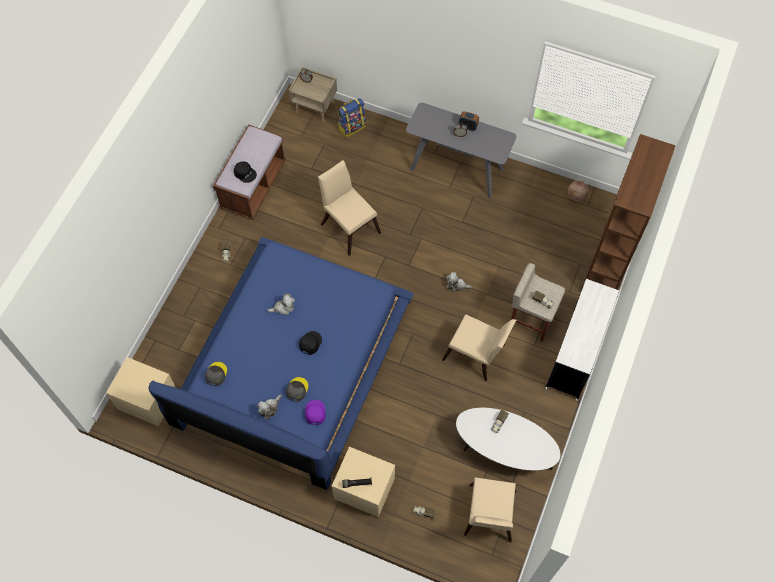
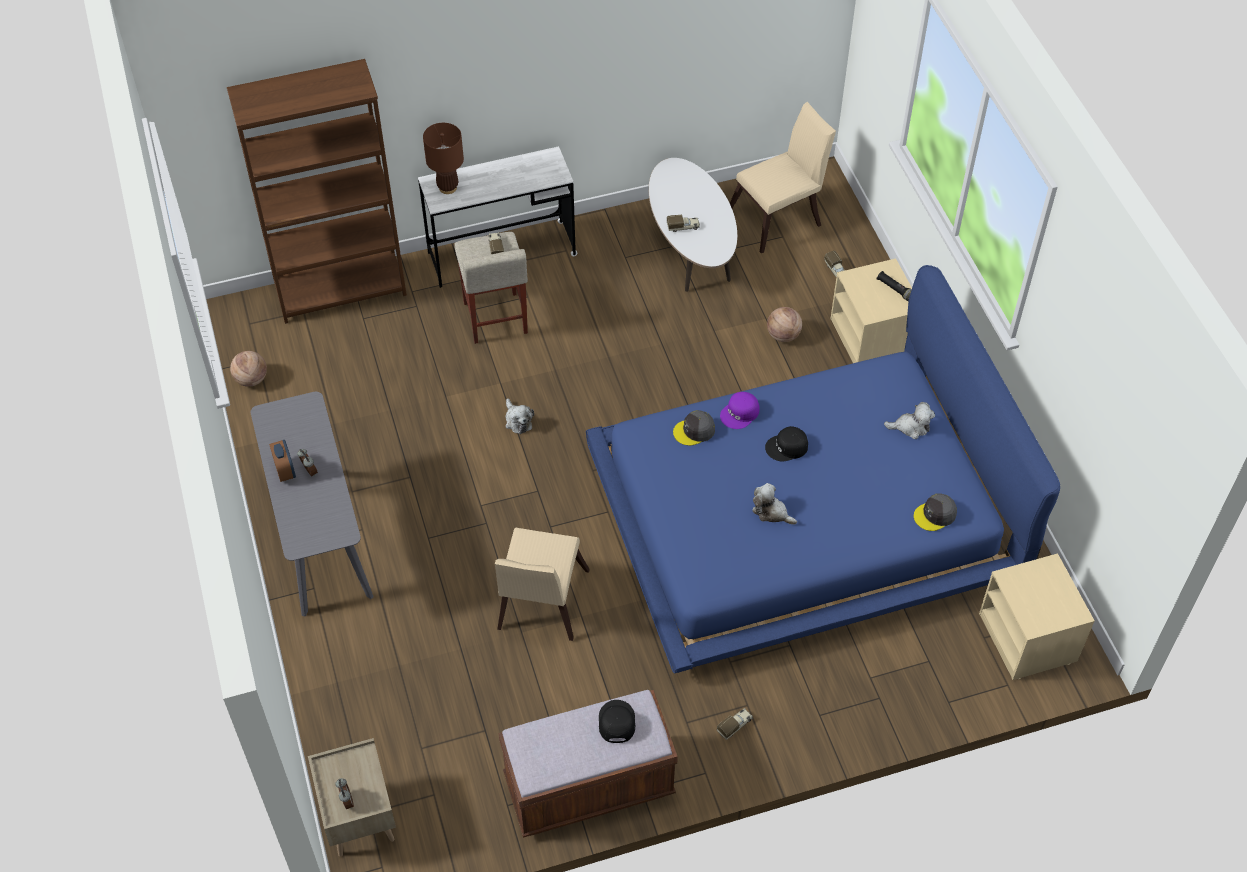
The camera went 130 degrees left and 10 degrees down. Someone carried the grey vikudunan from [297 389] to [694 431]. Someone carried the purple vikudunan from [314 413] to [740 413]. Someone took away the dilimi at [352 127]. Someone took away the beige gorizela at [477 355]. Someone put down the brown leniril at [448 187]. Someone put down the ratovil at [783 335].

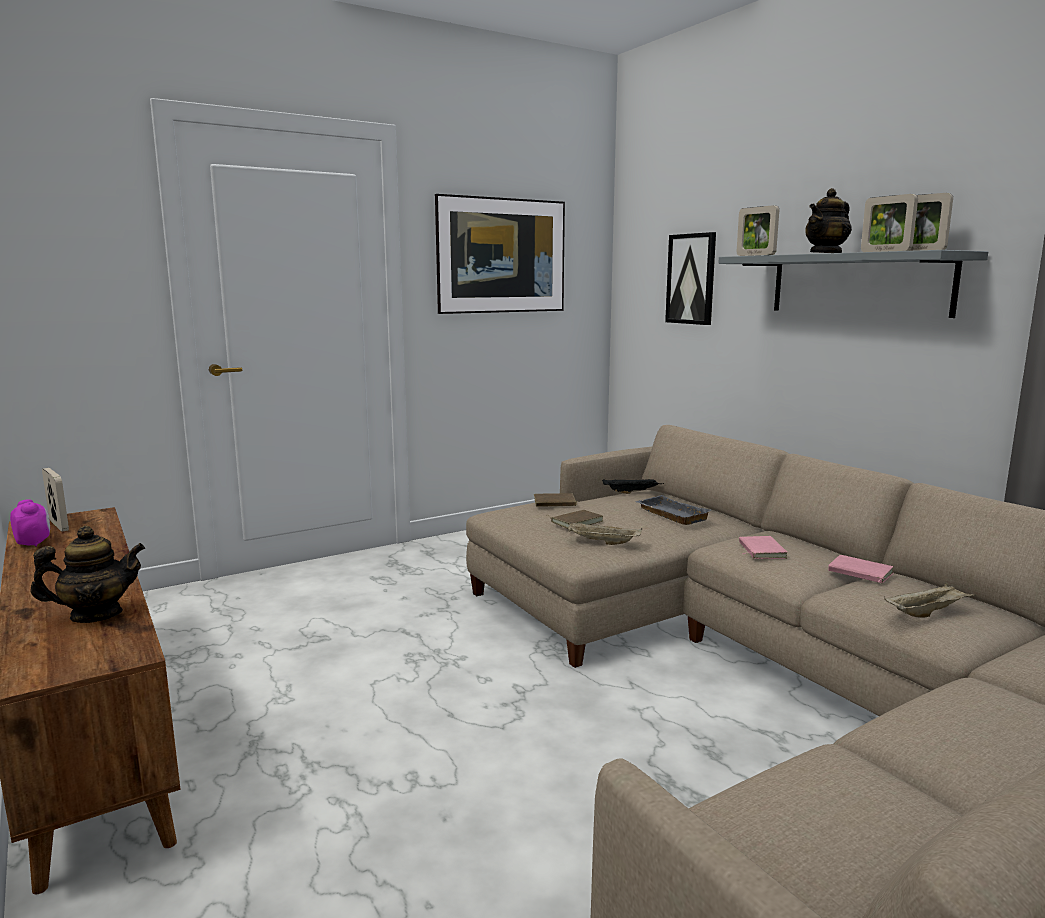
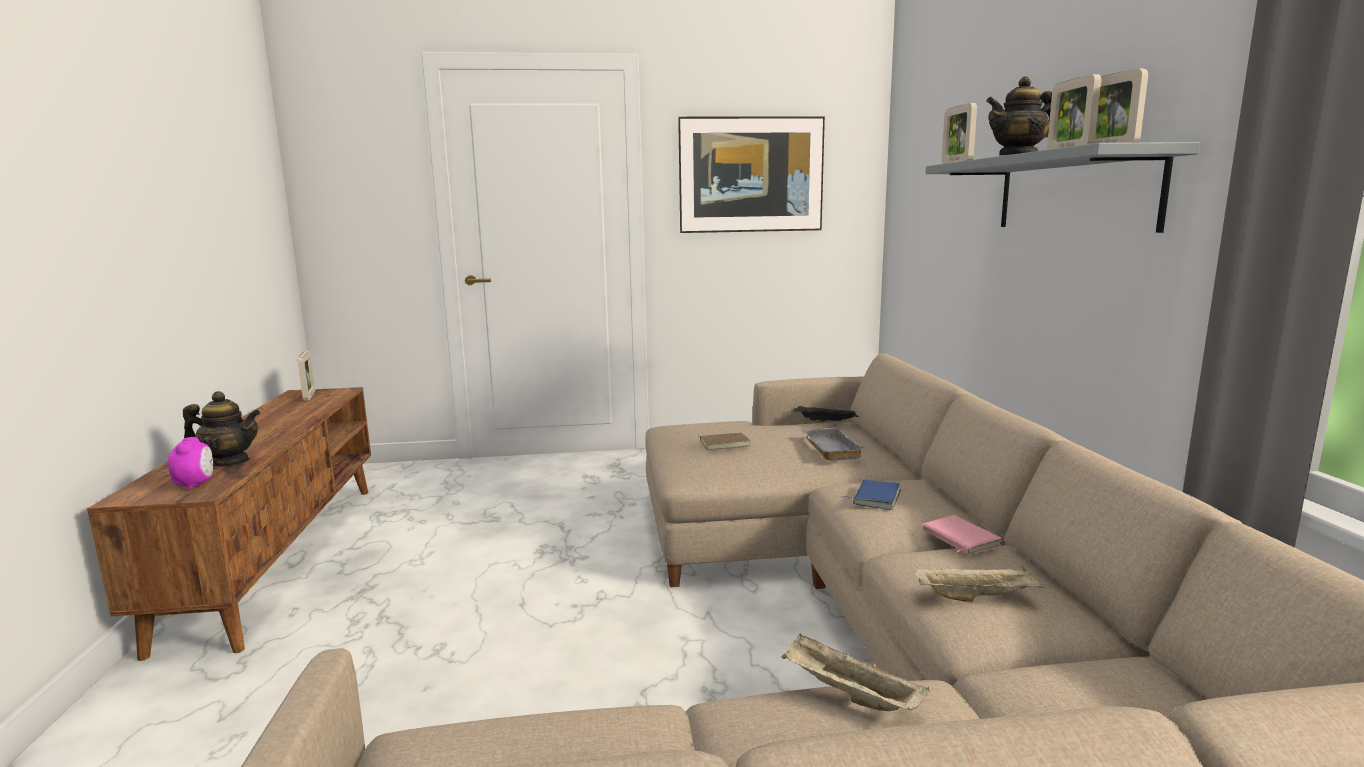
The camera went 25 degrees right and 0 degrees up. Someone carried the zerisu from [34 543] to [195 485]. Someone took away the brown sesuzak at [554 503]. Someone carried the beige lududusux from [602 543] to [847 694]. Someone took away the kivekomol at [691 279]. Someone repainted the pink sesuzak at [760 550], which became the blue sesuzak at [874 497].

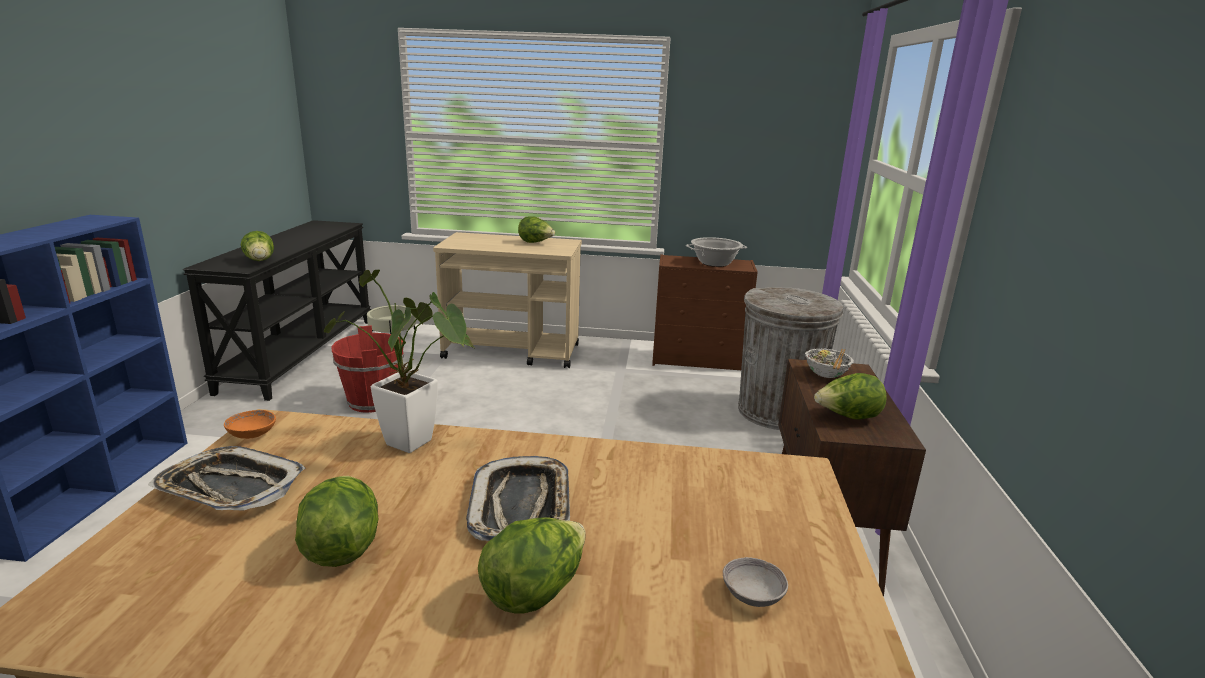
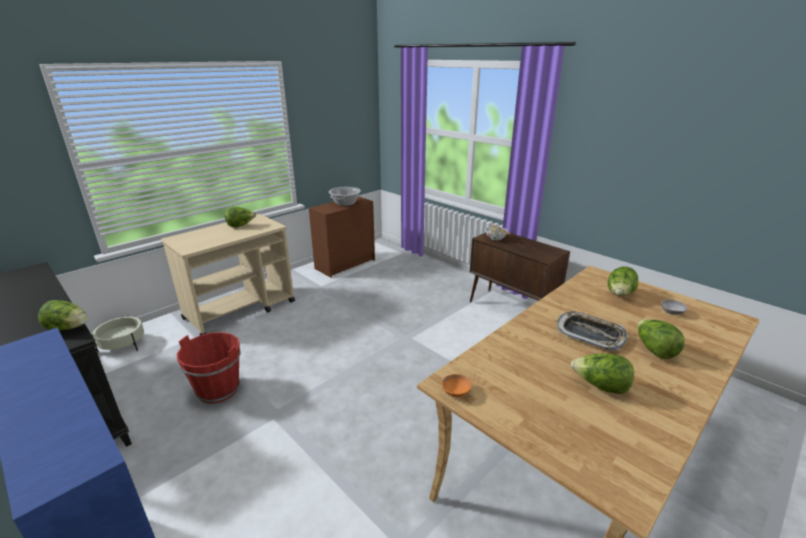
The camera went 50 degrees left and 5 degrees up. Someone took away the lududusux at [230 488]. Someone took away the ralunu at [416 446]. Someone took away the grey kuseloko at [777 412]. Someone carried the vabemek from [847 417] to [619 295].

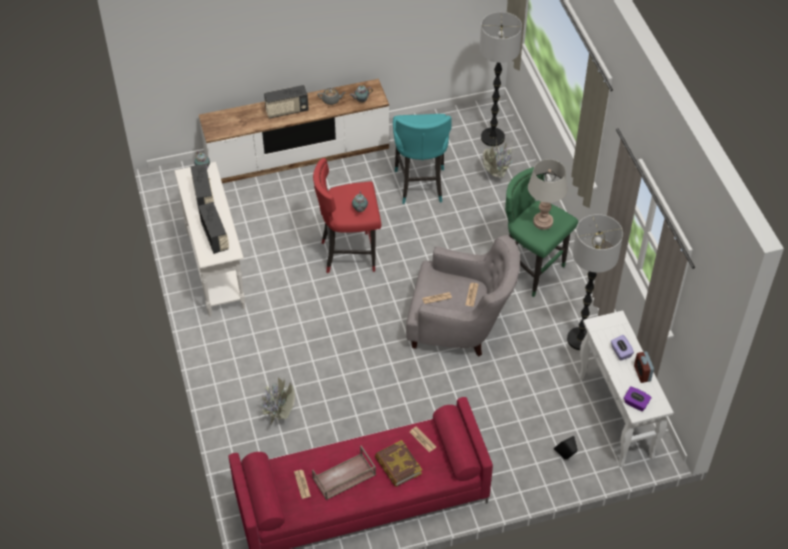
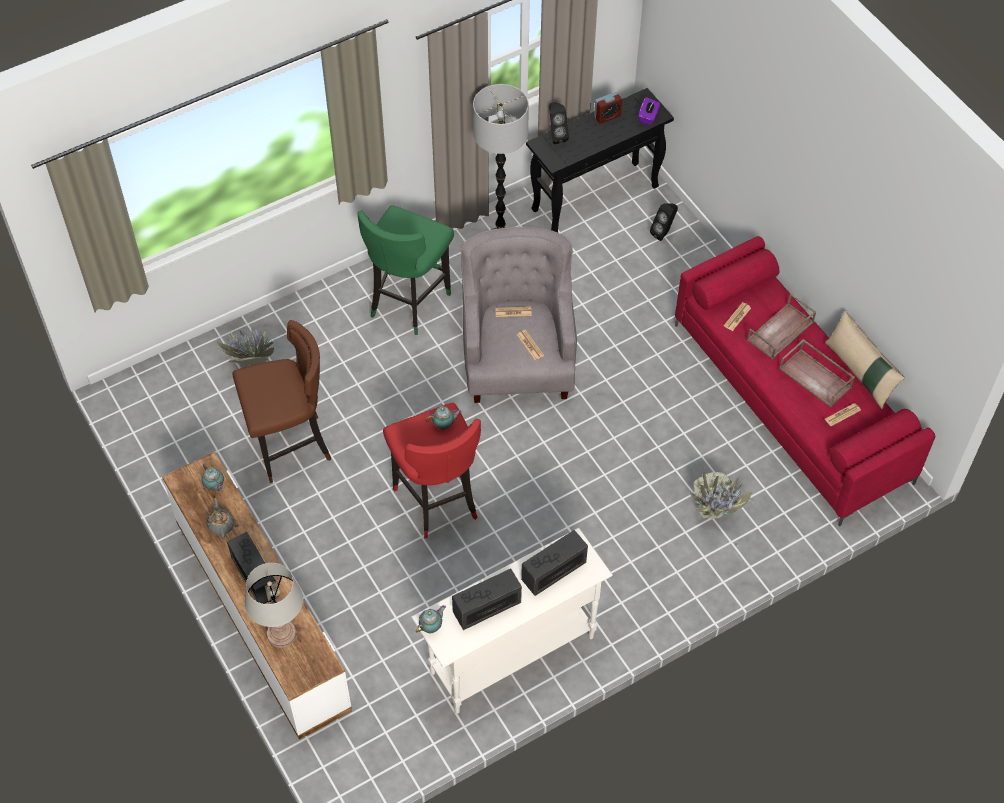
The camera went 105 degrees left and 5 degrees up. Someone swapped the sesuzak at [398 466] for the brown lududusux at [780 332]. Someone repainted the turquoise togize at [420 185], which became the brown togize at [290 447]. Someone took away the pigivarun at [492 137]. Someone carried the grey leniril from [543 222] to [282 634]. Someone repainted the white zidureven at [616 417], which became the black zidureven at [596 198]. Someone took away the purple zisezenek at [620 352]. Someone put down the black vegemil at [556 136]. Someone put down the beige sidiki at [860 373].

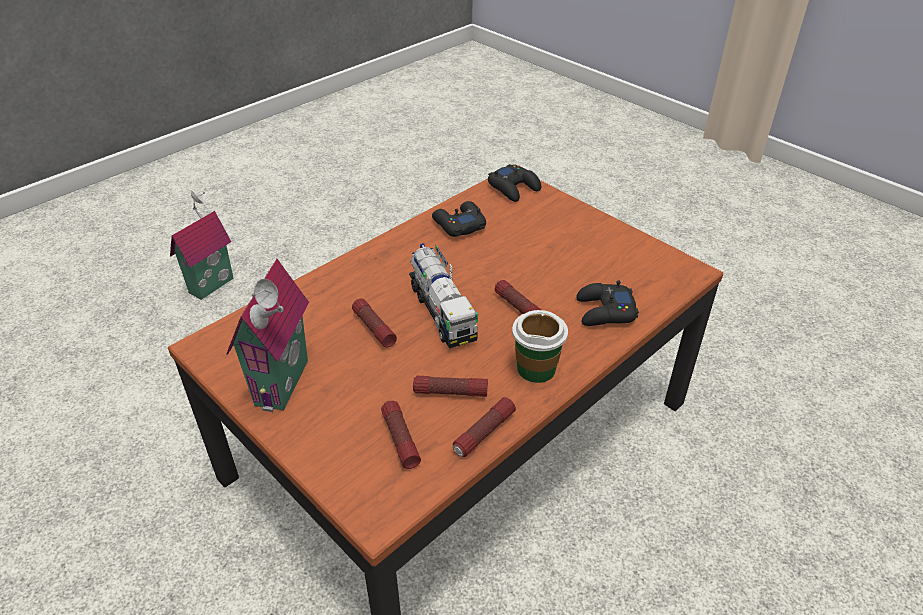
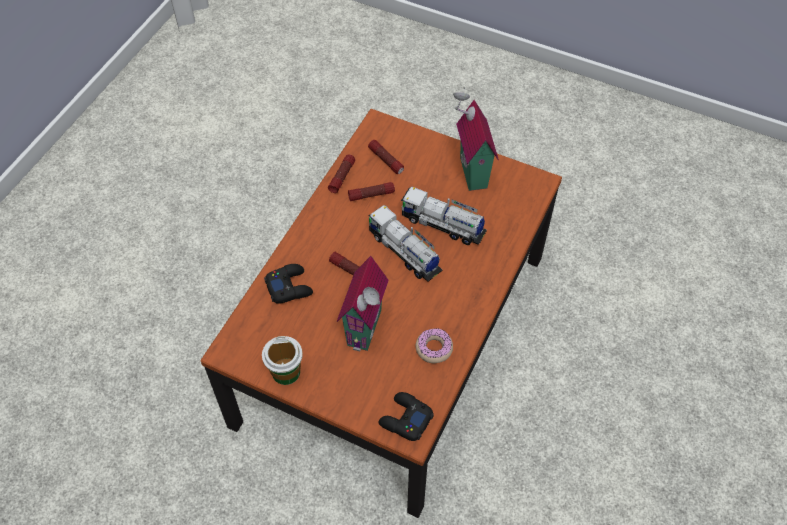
The camera went 160 degrees right and 15 degrees up. Someone carried the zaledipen from [209 284] to [367 329]. Someone swapped the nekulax at [373 328] for the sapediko at [443 225]. Someone swapped the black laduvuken at [458 224] for the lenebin at [434 348]. Someone carried the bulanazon from [536 368] to [286 372].

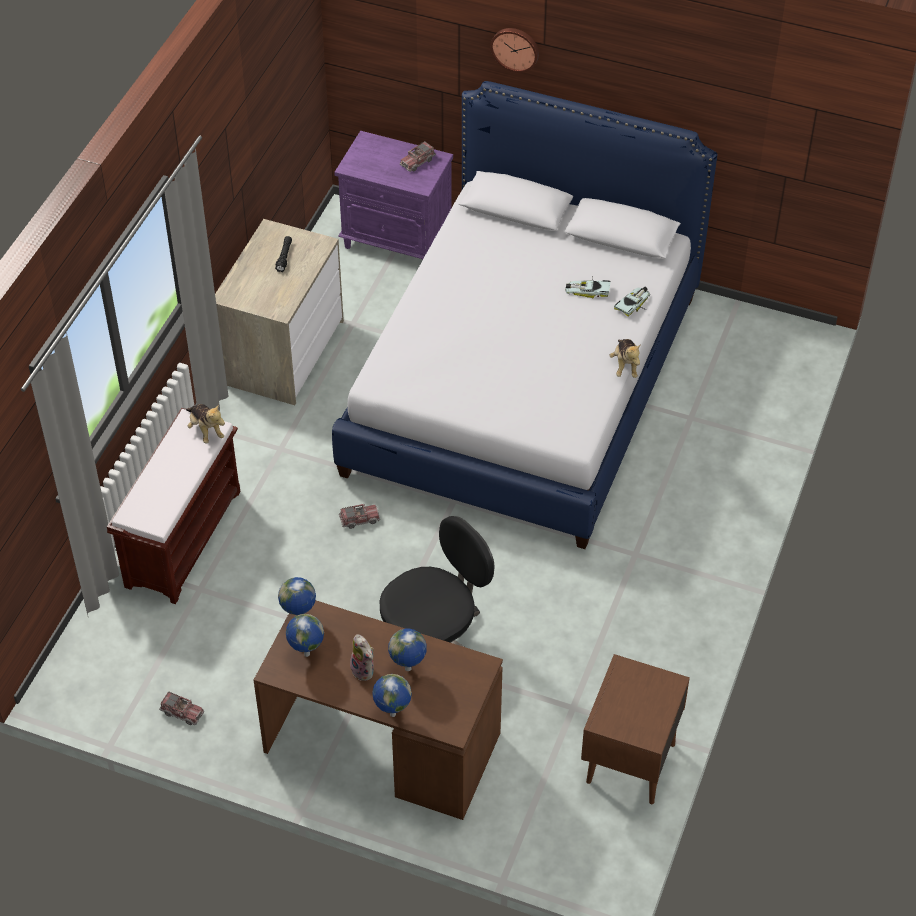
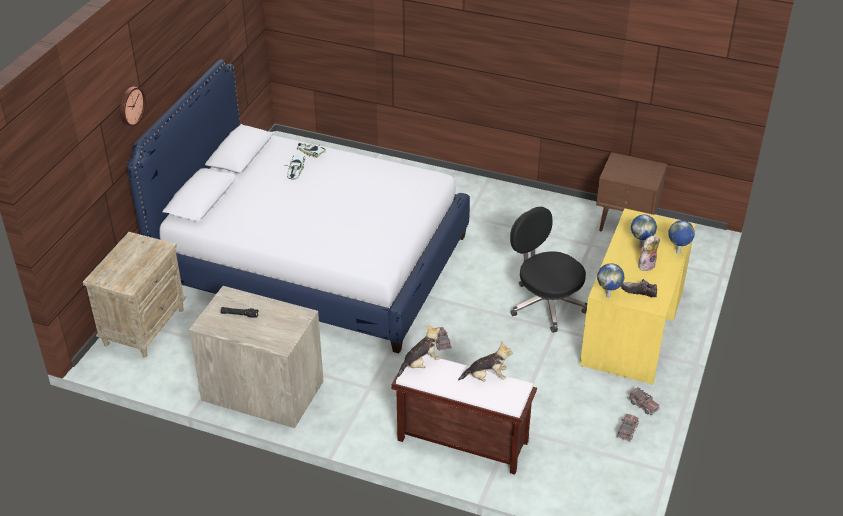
The camera went 90 degrees left and 10 degrees down. Someone repainted the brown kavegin at [380 743], which became the yellow kavegin at [633 328]. Someone swapped the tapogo at [306 654] for the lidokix at [638 292]. Someone repainted the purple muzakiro at [398 240], which became the beige muzakiro at [144 326]. Someone carried the sapediko from [417 162] to [643 405]. Someone carried the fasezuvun from [625 365] to [486 377].

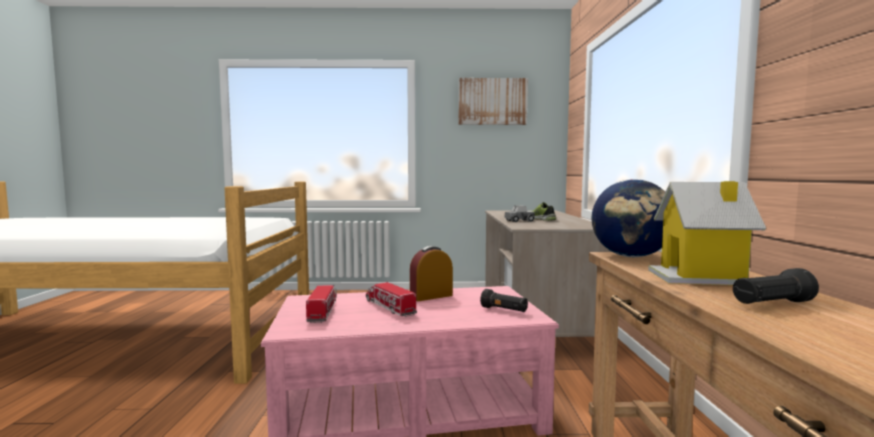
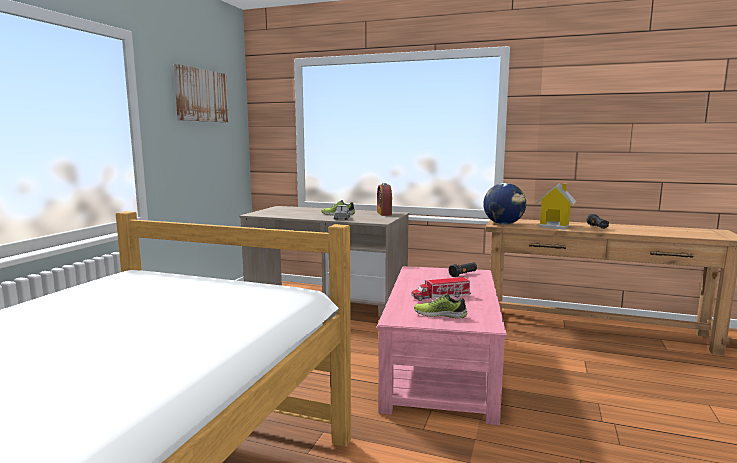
The camera went 70 degrees left and 5 degrees up. Someone swapped the sapediko at [322 311] for the lidokix at [440 314]. Someone carried the zerisu from [431 296] to [384 213].

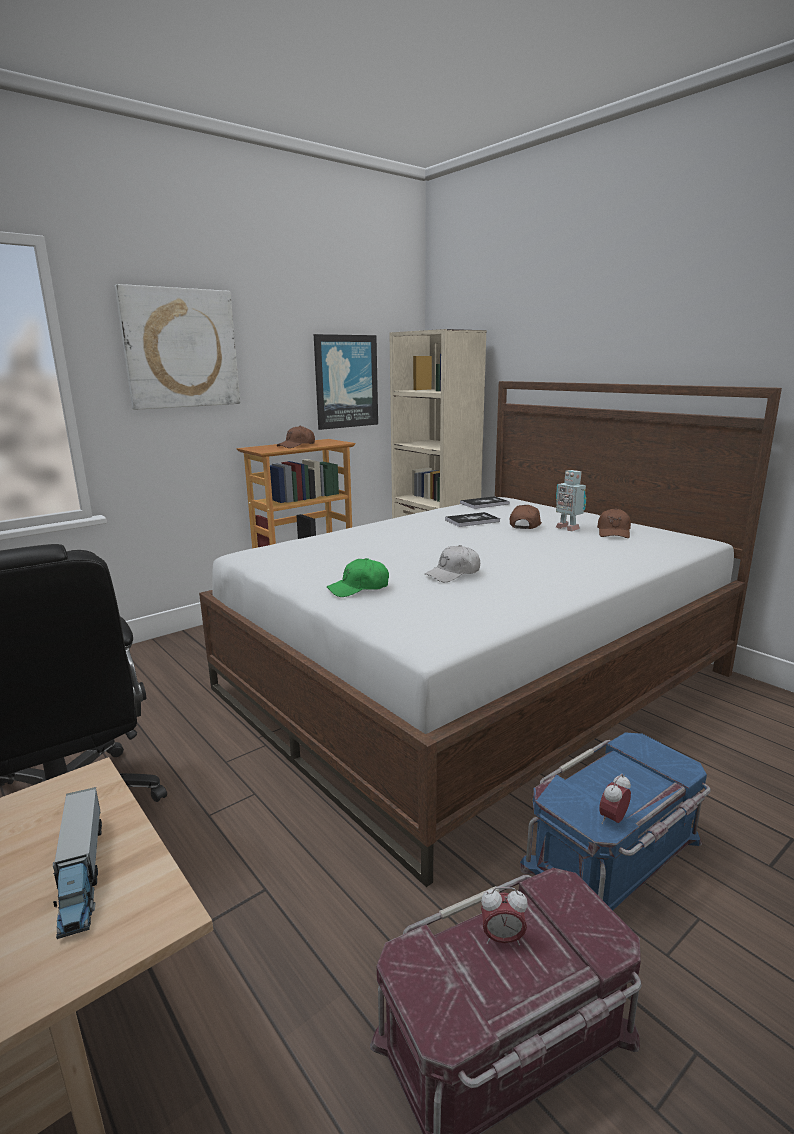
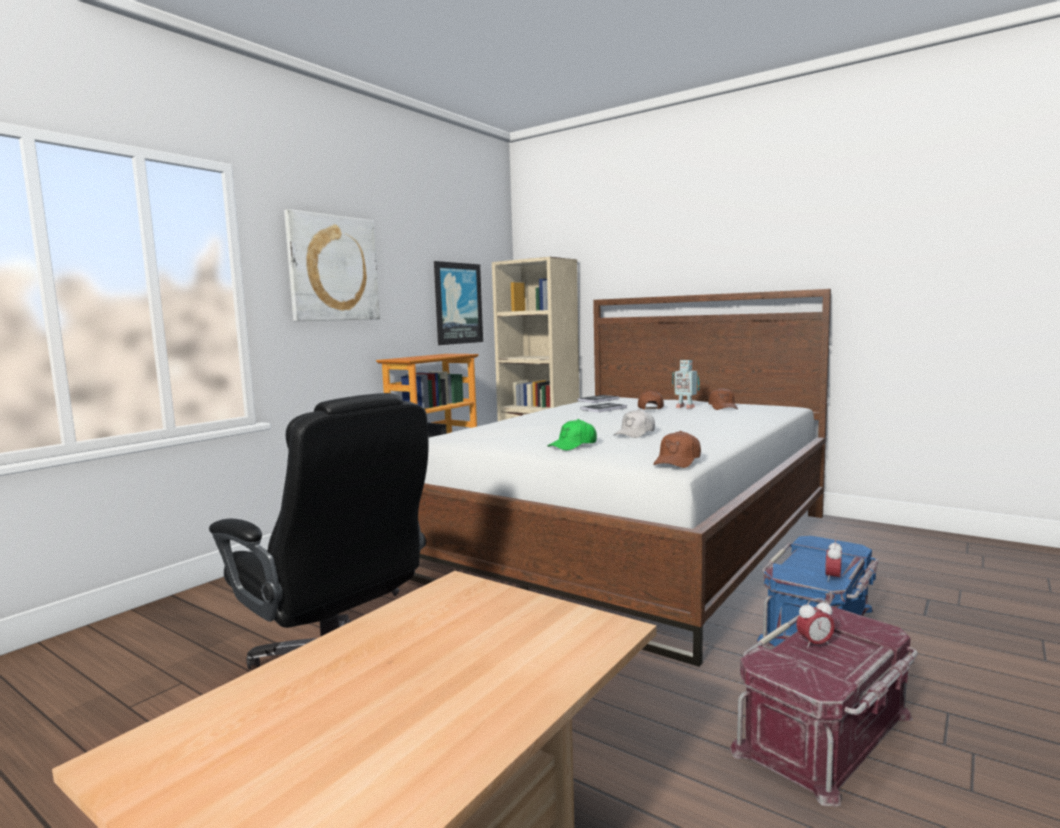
The camera went 15 degrees left and 10 degrees down. Someone took away the sapediko at [81 873]. Someone carried the brown vikudunan from [296 445] to [677 461].

